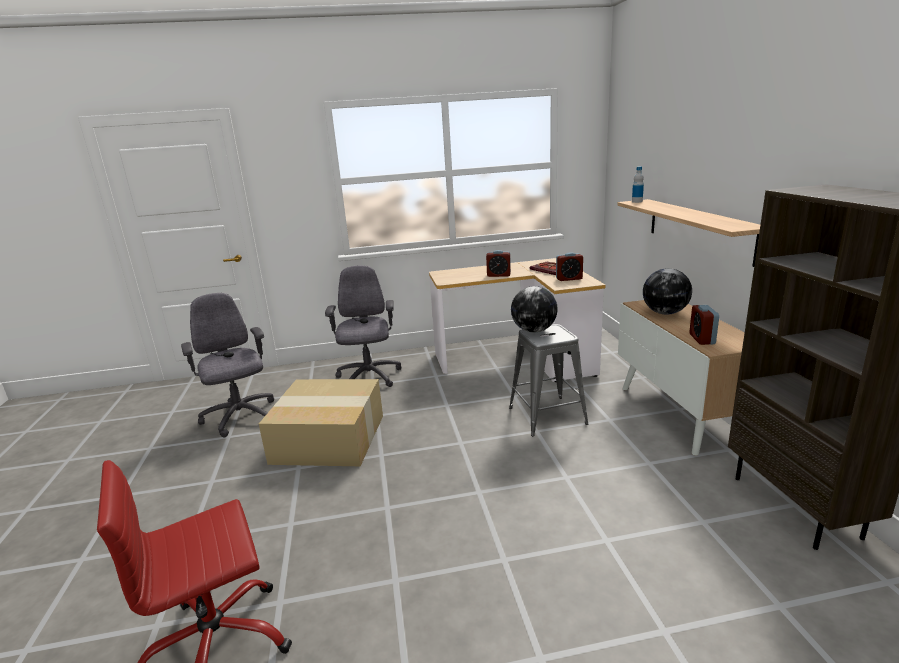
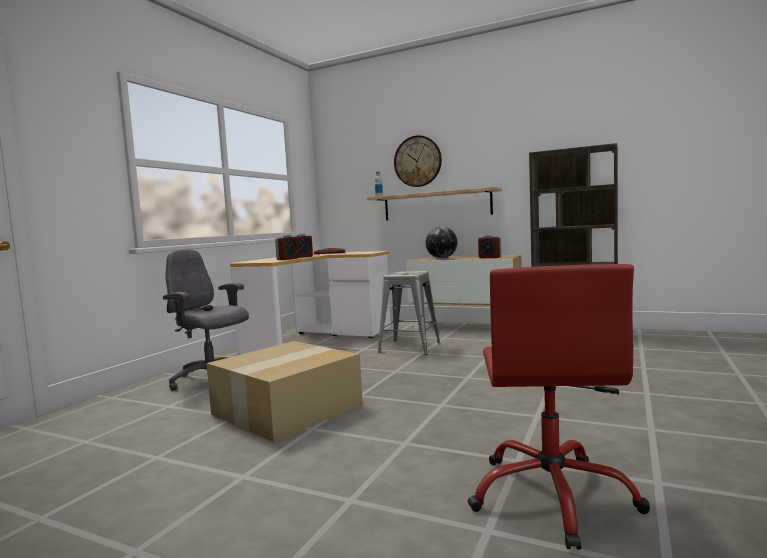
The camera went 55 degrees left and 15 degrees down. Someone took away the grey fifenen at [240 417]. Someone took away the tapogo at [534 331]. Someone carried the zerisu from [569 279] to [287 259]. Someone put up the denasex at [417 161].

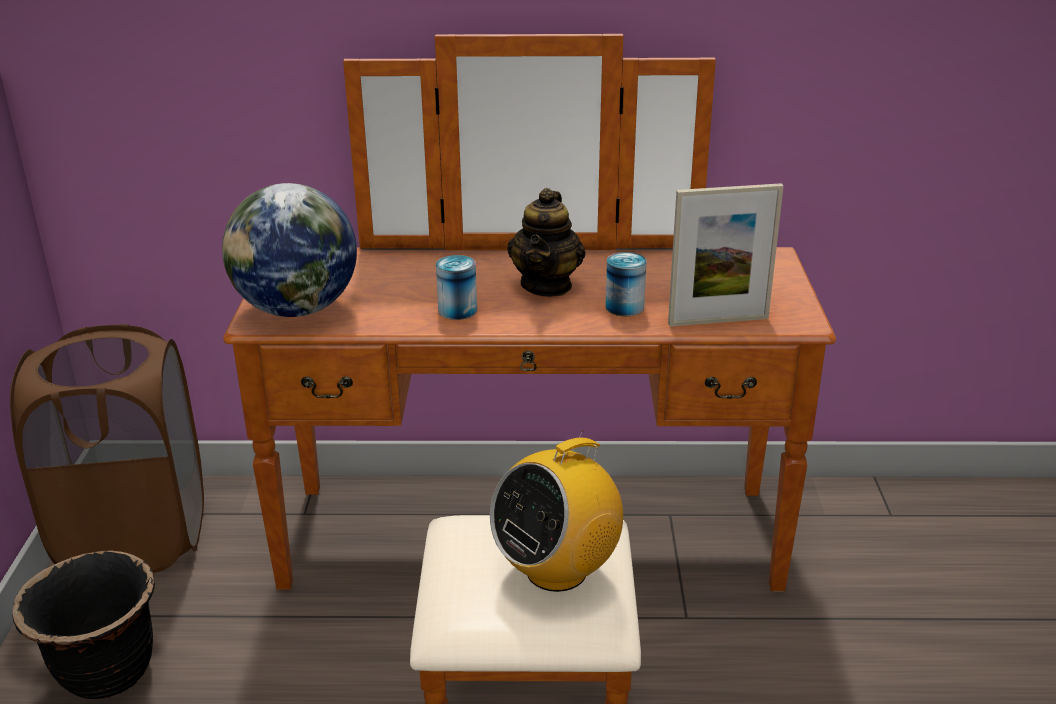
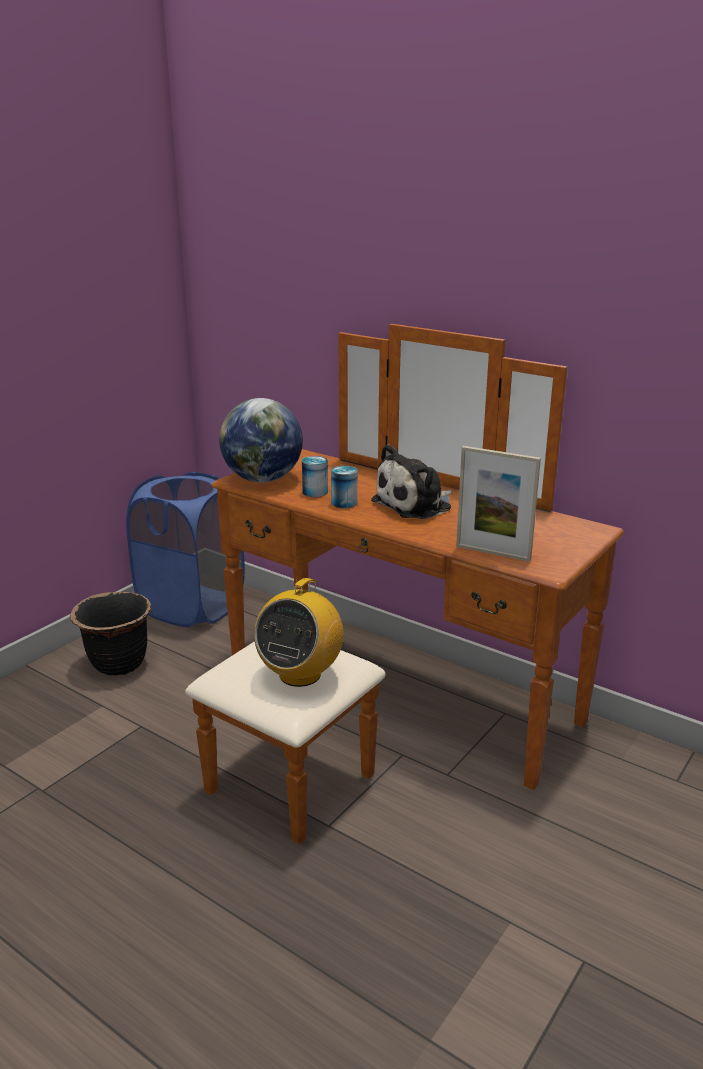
The camera went 35 degrees right and 5 degrees down. Someone repainted the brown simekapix at [135 537], which became the blue simekapix at [192 607]. Someone rotated the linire at [557 570] by 60 degrees counterclockwise. Someone swapped the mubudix at [547 285] for the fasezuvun at [415 505]. Someone carried the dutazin from [624 307] to [315 492].

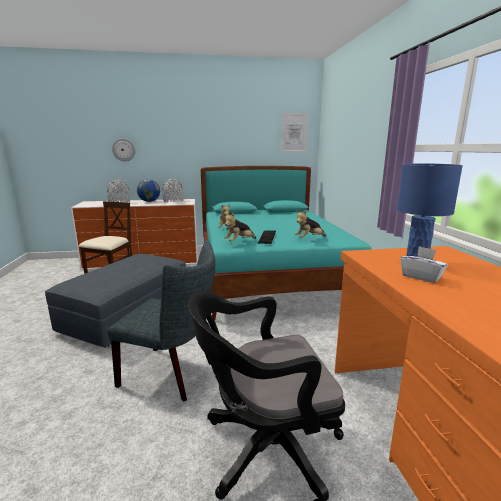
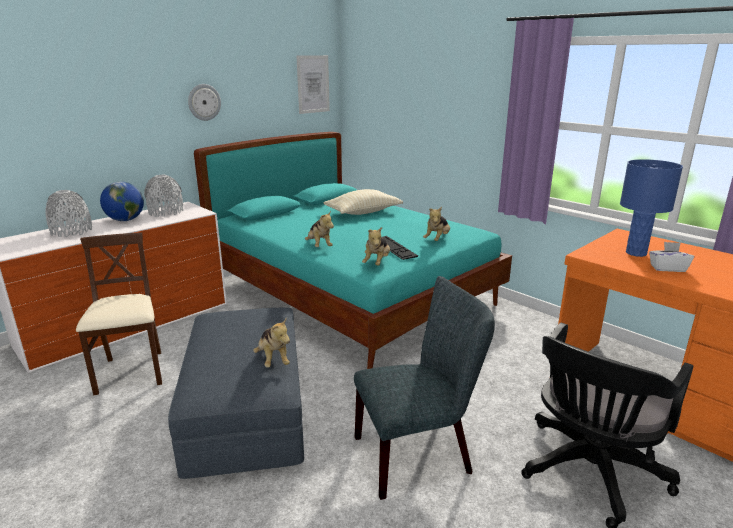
The camera went 35 degrees left and 5 degrees up. Someone carried the denasex from [124 149] to [204 102]. Someone put down the fasezuvun at [273 360]. Someone put down the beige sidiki at [363 212].

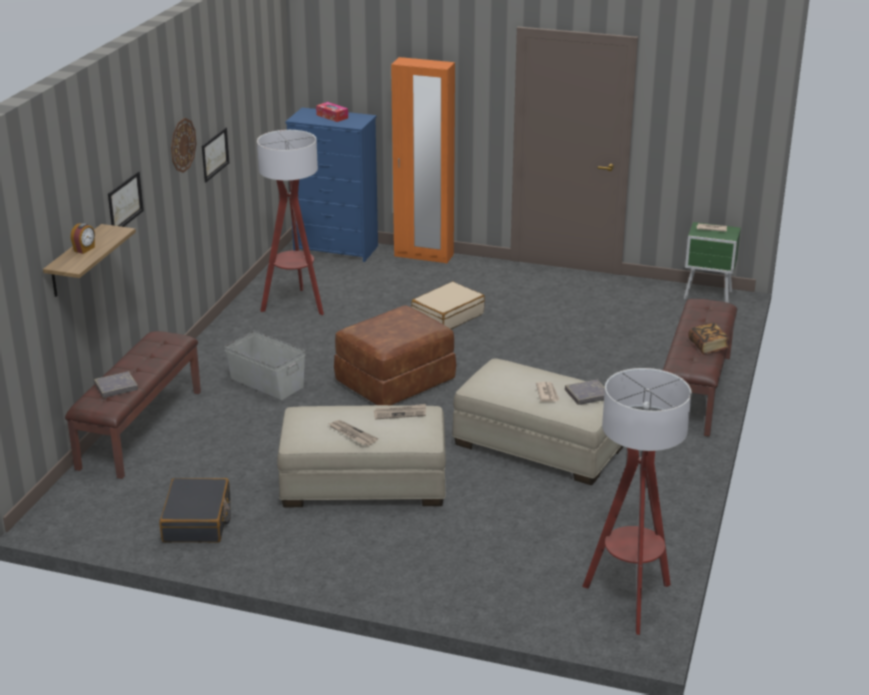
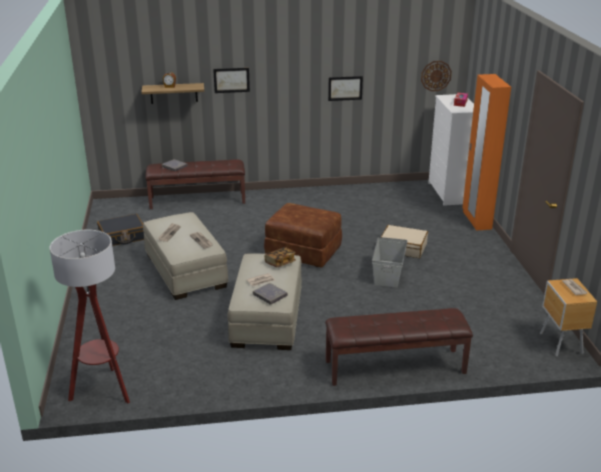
The camera went 65 degrees right and 0 degrees up. Someone carried the denasex from [182 145] to [436 75]. Someone carried the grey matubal from [266 383] to [388 273]. Someone took away the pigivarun at [295 305]. Someone repainted the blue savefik at [336 249], which became the white savefik at [448 193]. Someone repainted the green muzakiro at [709 296], which became the brown muzakiro at [560 344]. Someone carried the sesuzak from [708 346] to [280 263].

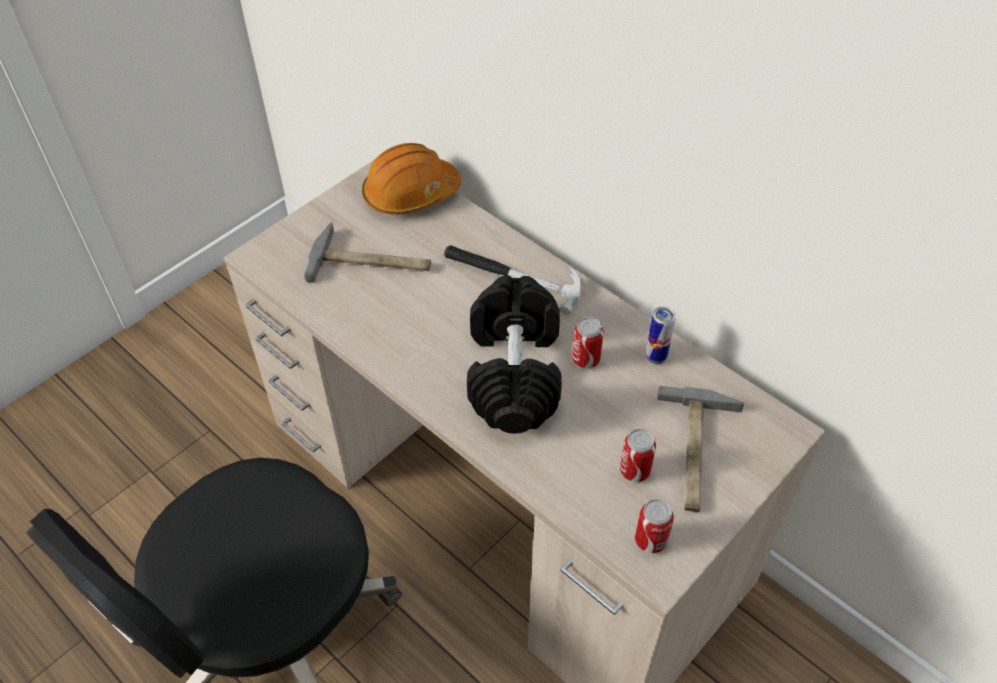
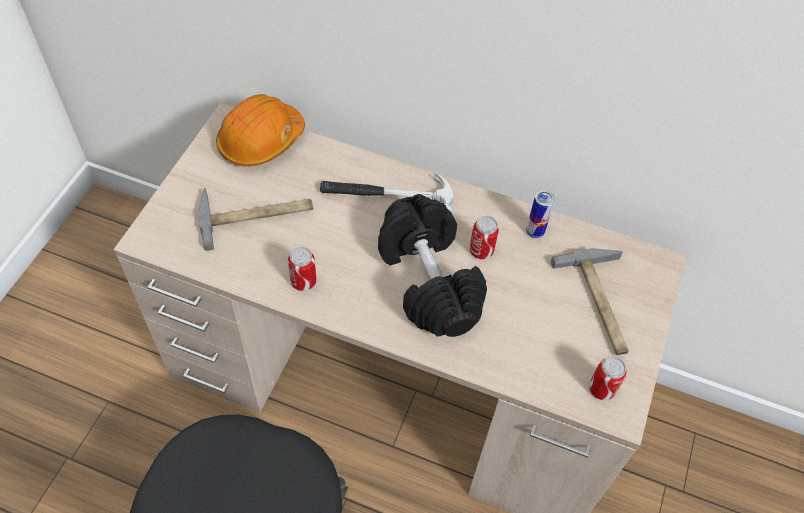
The camera went 25 degrees left and 5 degrees up. Someone carried the dutazin from [634 471] to [303 282].

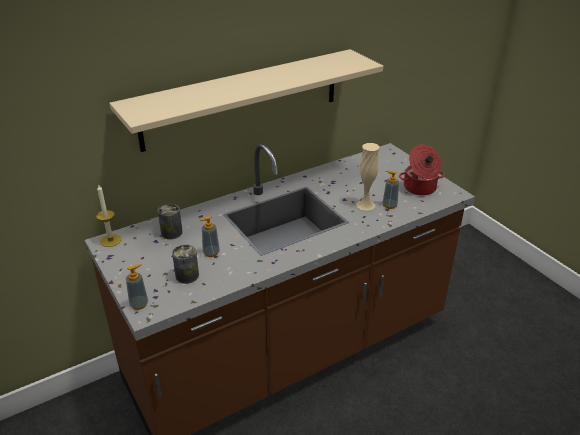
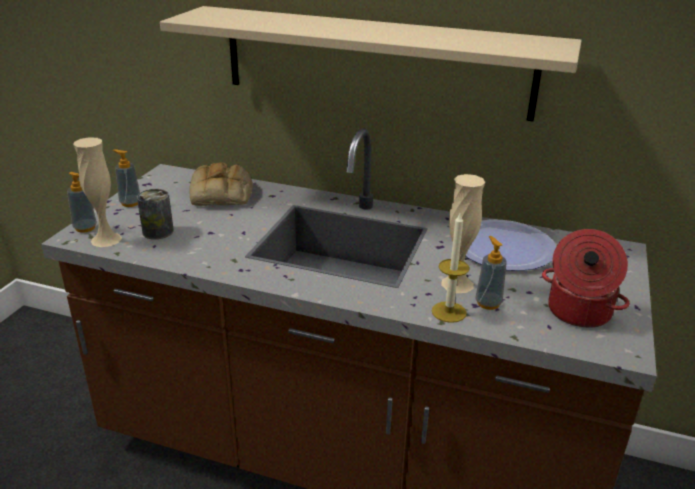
The camera went 50 degrees right and 5 degrees down. Someone carried the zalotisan from [110 240] to [449 312]. Someone swapped the dutazin at [171 233] for the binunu at [222 194]. Someone carried the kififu from [211 253] to [130 203]. Someone put down the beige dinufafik at [106 239]. Someone put down the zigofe at [504 247].

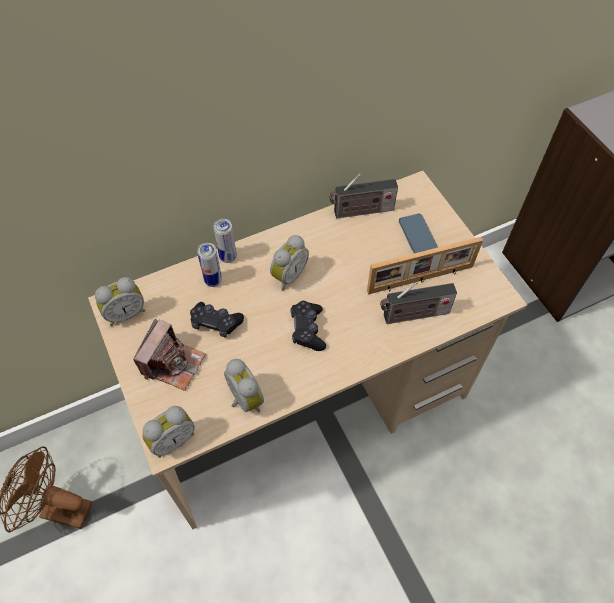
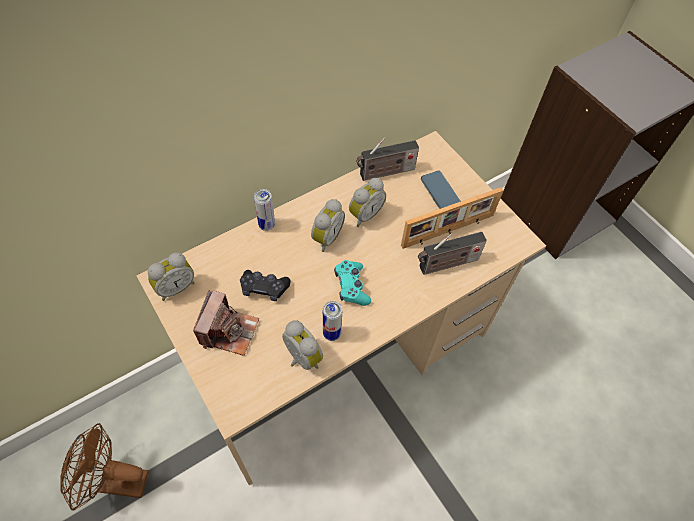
The camera went 10 degrees left and 0 degrees up. Someone carried the zerisu from [172 439] to [364 214]. Someone carried the dutazin from [213 280] to [331 333]. Someone repainted the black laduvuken at [307 329], which became the turquoise laduvuken at [351 286].

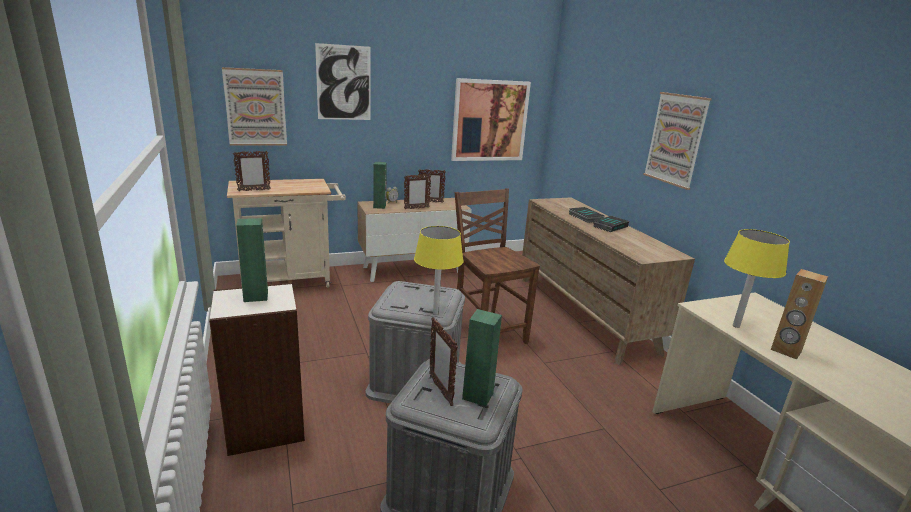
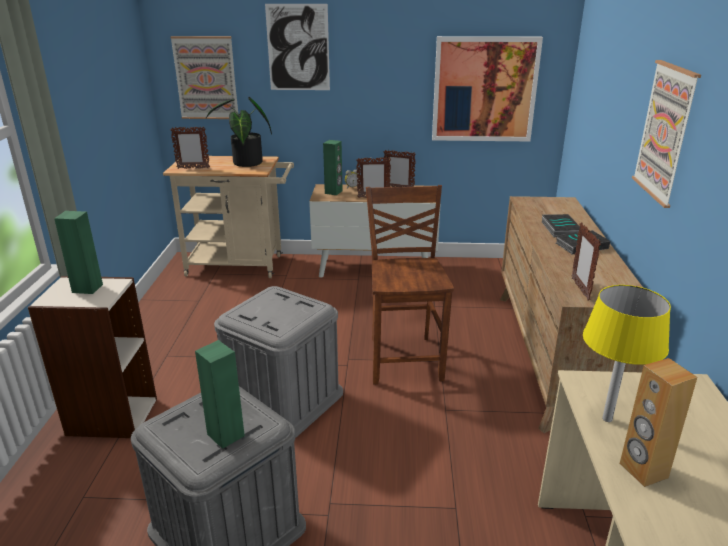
The camera went 25 degrees right and 5 degrees up. Someone took away the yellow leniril at [435 313]. Someone carried the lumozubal from [440 390] to [580 289]. Someone put down the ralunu at [245 164].

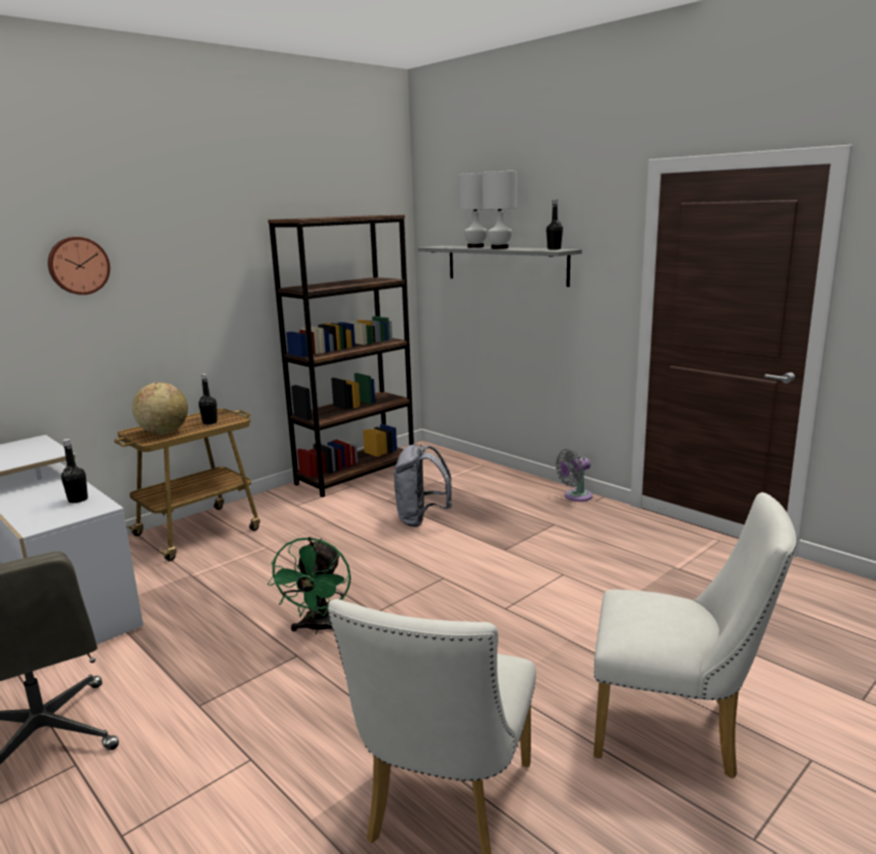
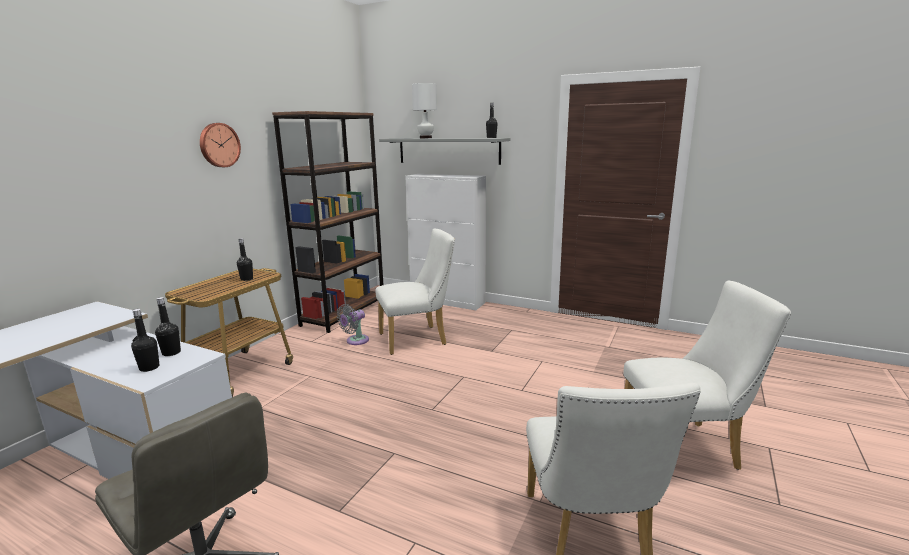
The camera went 20 degrees left and 0 degrees up. Someone carried the denasex from [78 265] to [219 145]. Someone took away the tapogo at [164 432]. Someone took away the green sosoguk at [318 628]. Someone swapped the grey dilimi at [422 519] for the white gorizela at [418 339]. Someone took away the white leniril at [500 248]. Someone carried the grey sosoguk from [575 496] to [355 341]. Someone put down the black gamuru at [149 368]. Someone put down the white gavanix at [448 301].

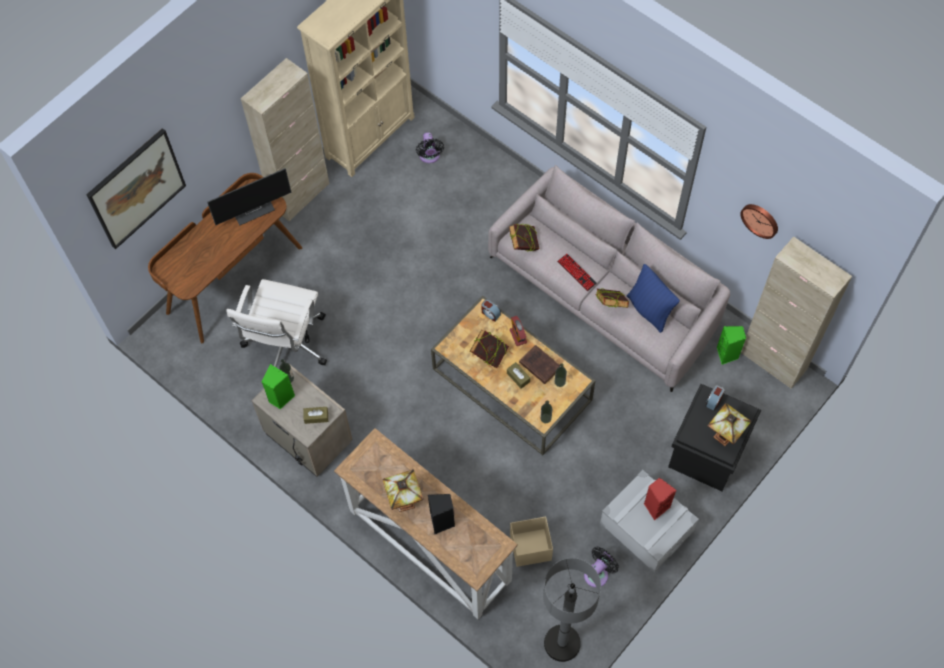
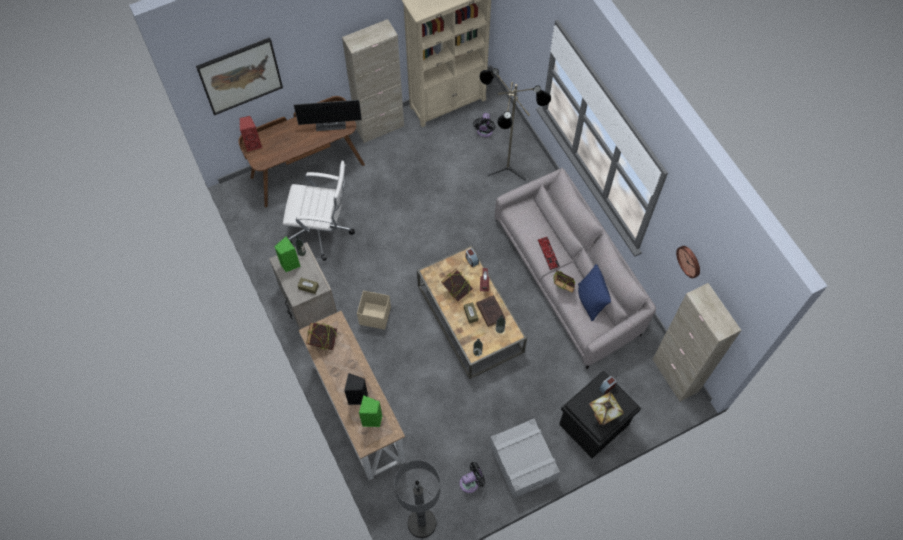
The camera went 20 degrees right and 0 degrees up. Someone rotated the white fifenen at [286 345] by 120 degrees counterclockwise. Someone took away the leniril at [403 501]. Someone carried the sesuzak from [523 245] to [323 341]. Someone carried the beige matubal from [529 547] to [374 315]. Someone carried the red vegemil from [656 506] to [253 144]. Someone carried the green vegemil from [727 354] to [372 419]. Someone put down the pigivarun at [505 172].

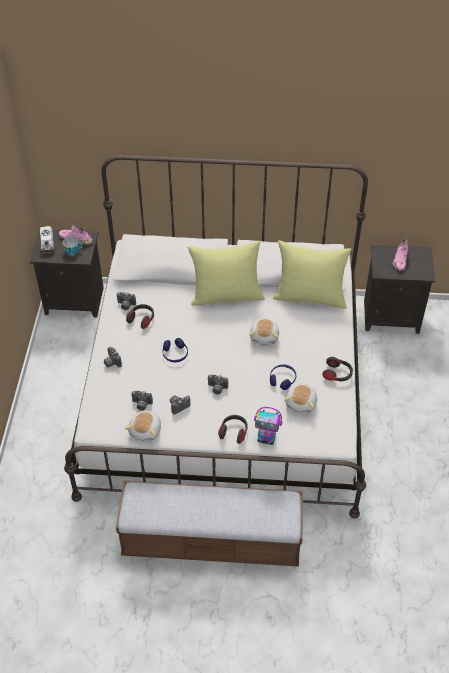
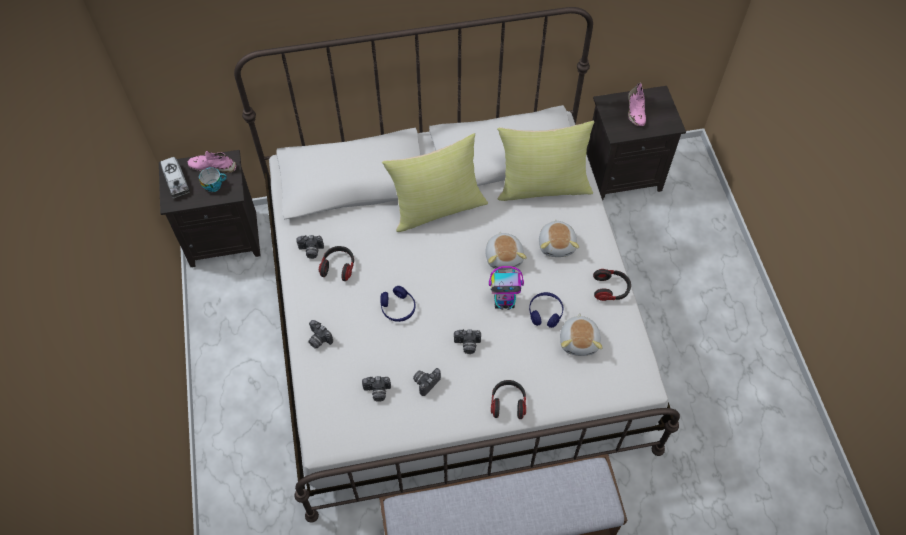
The camera went 15 degrees left and 10 degrees up. Someone carried the fasezuvun from [146 430] to [557 244]. Someone carried the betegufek from [267 439] to [504 302].

